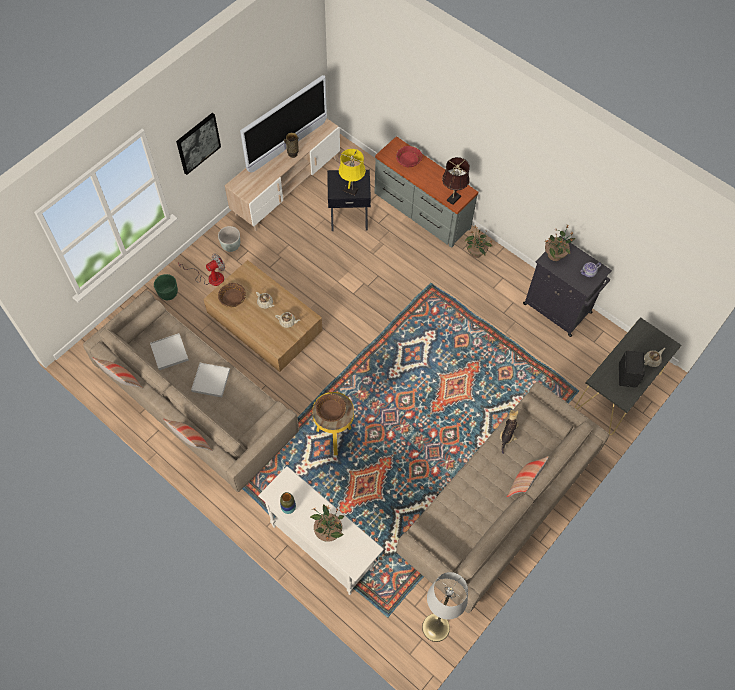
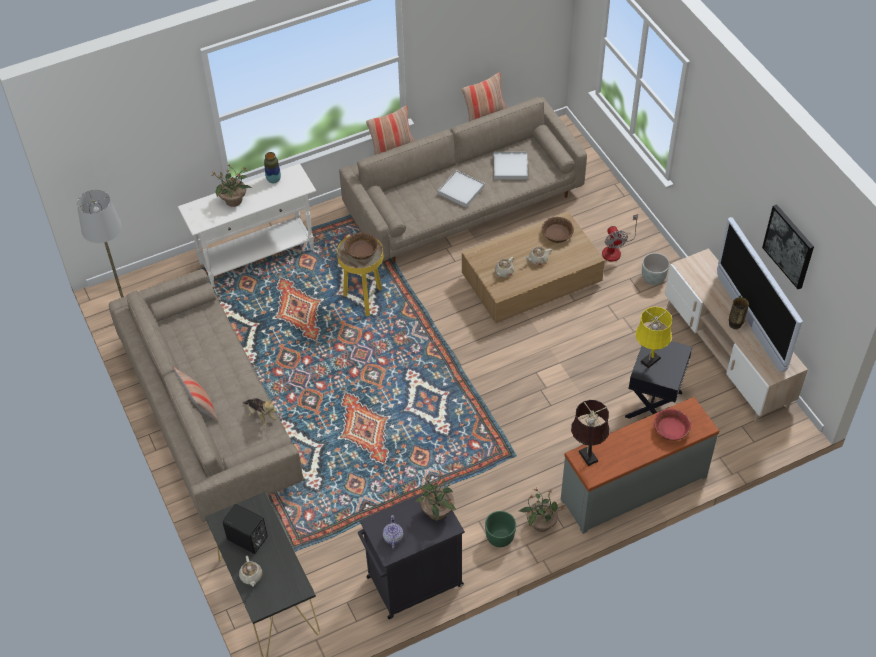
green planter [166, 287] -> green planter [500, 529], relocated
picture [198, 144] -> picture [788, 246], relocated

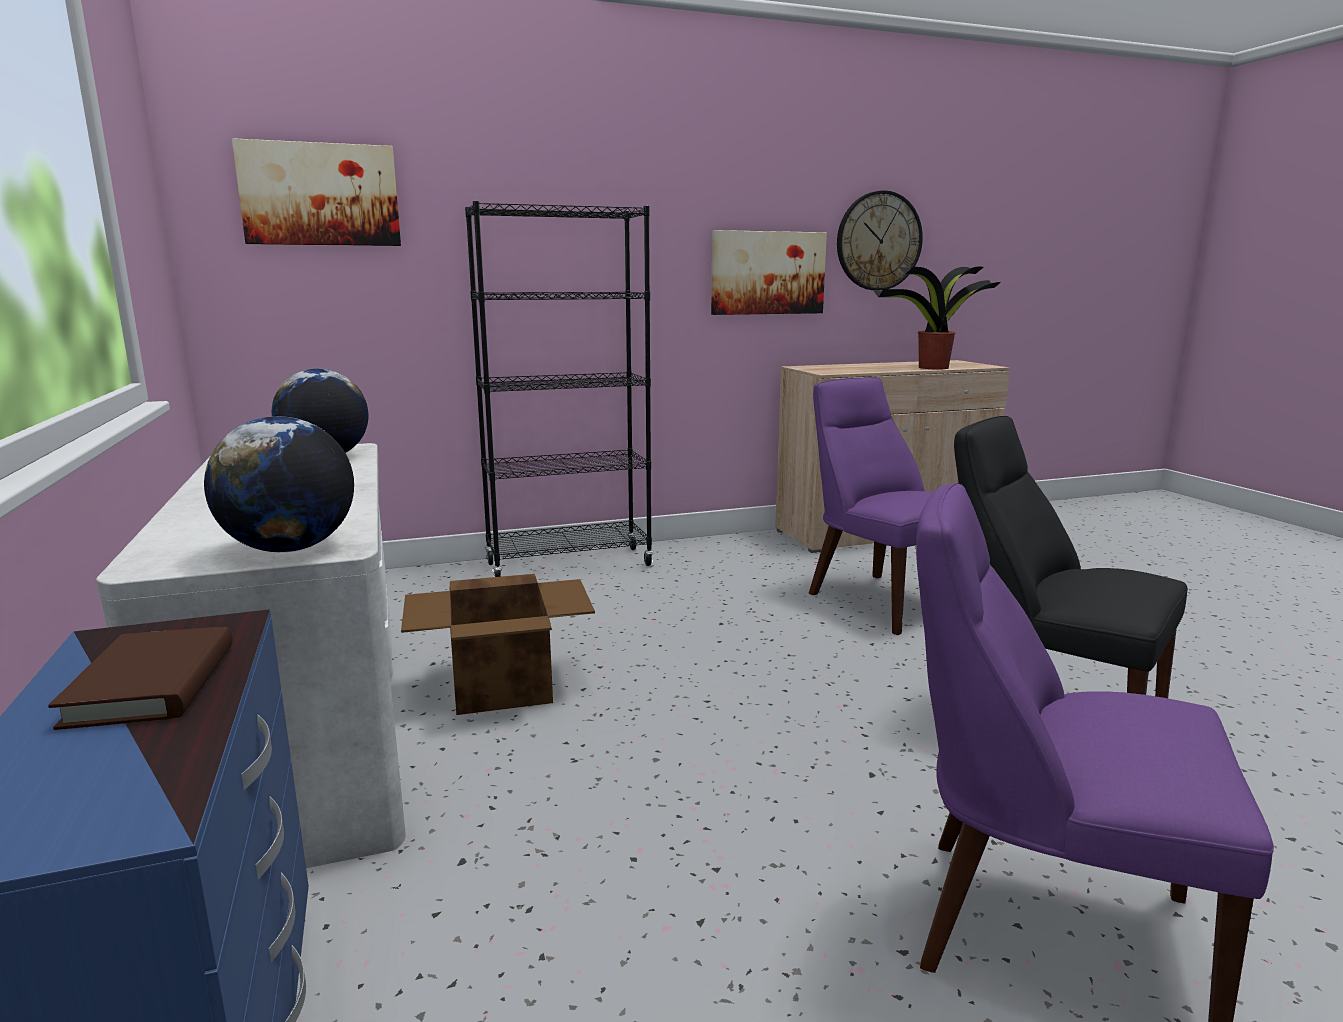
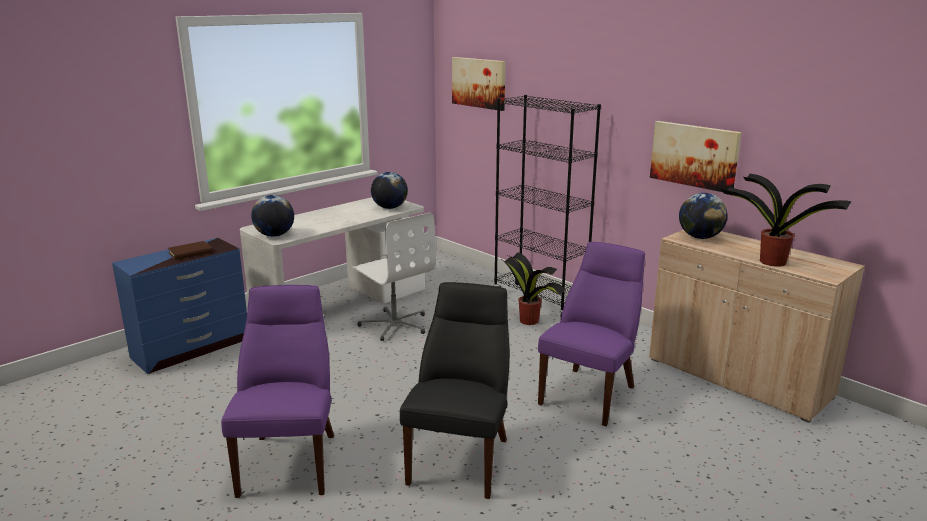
cardboard box [498, 644] -> white office chair [394, 277]
wall clock [880, 240] -> none
none -> potted plant [533, 288]
none -> globe [703, 216]

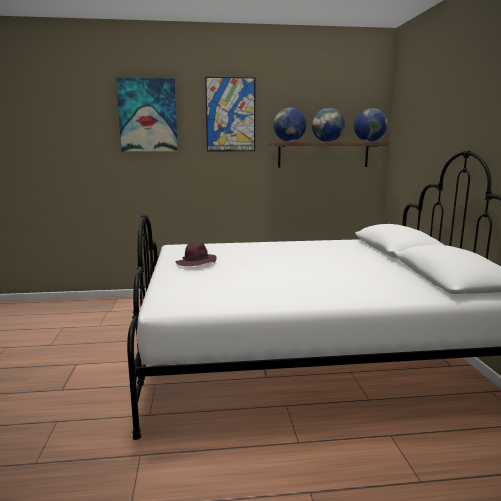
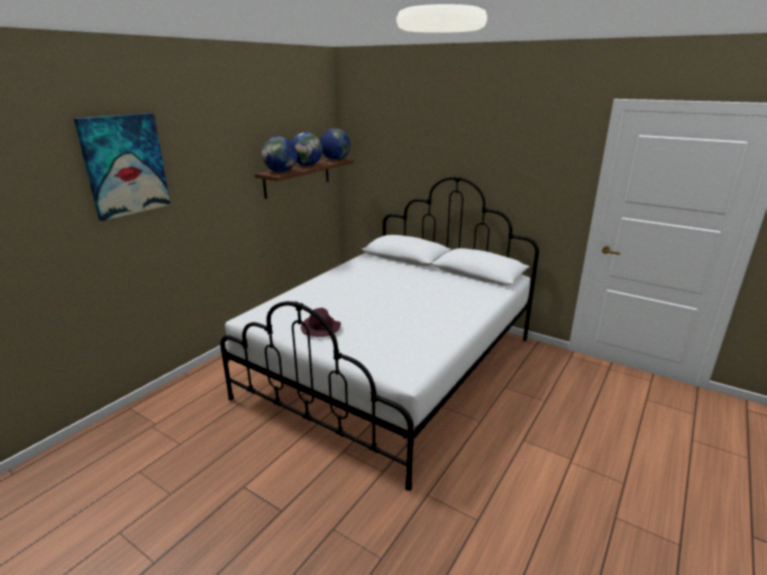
picture [230, 114] -> none

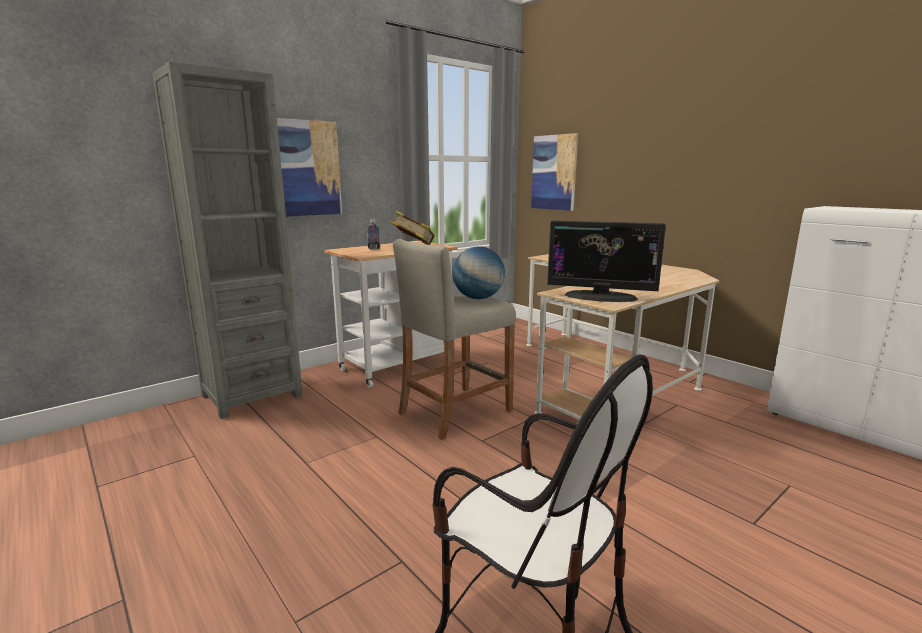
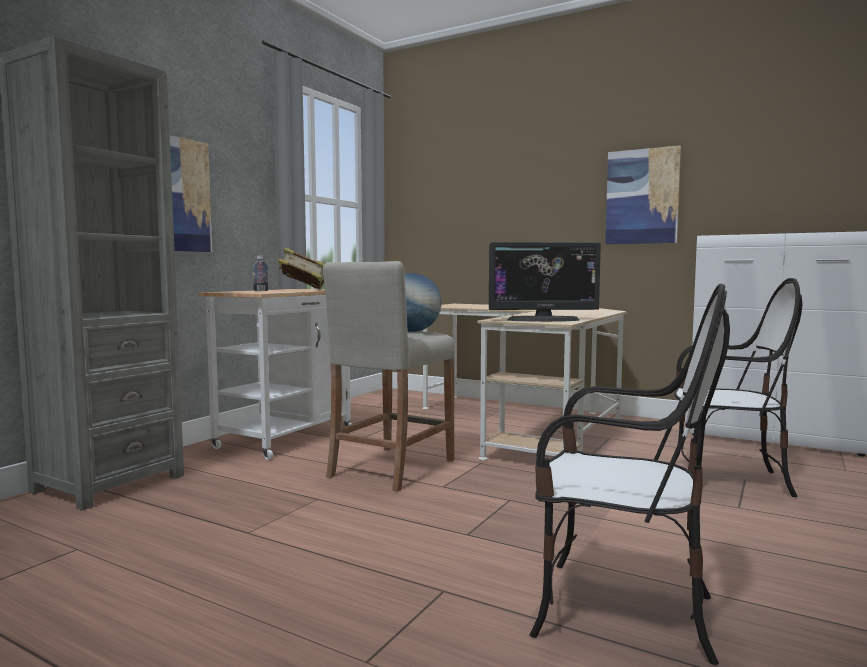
picture [554, 172] -> picture [643, 194], relocated
none -> chair [738, 387]

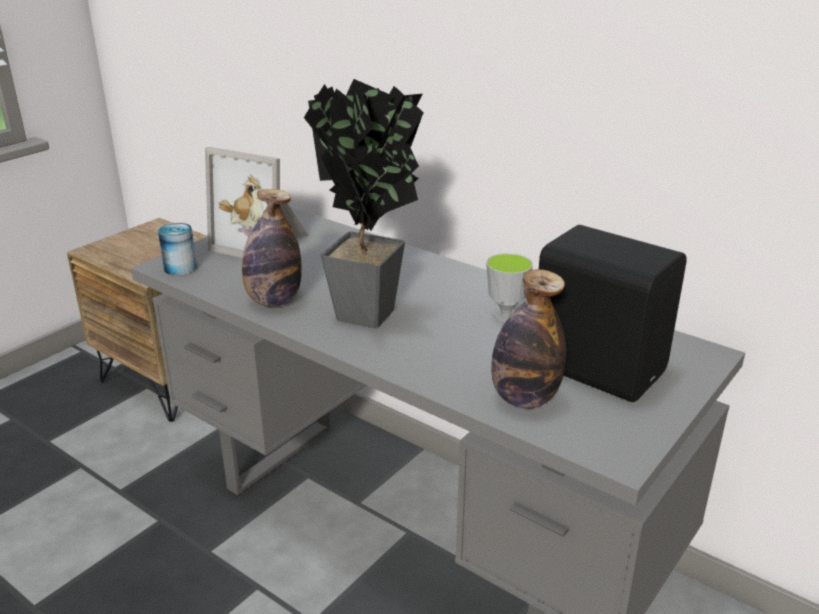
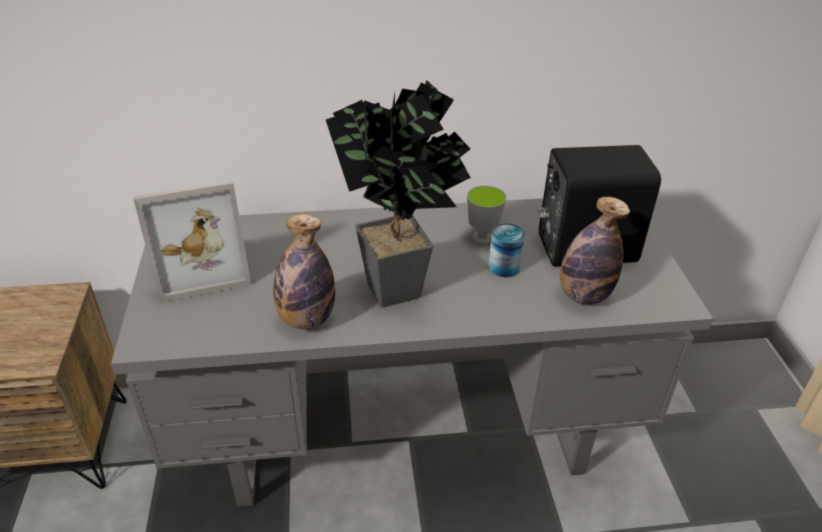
can [177, 249] -> can [506, 250], relocated

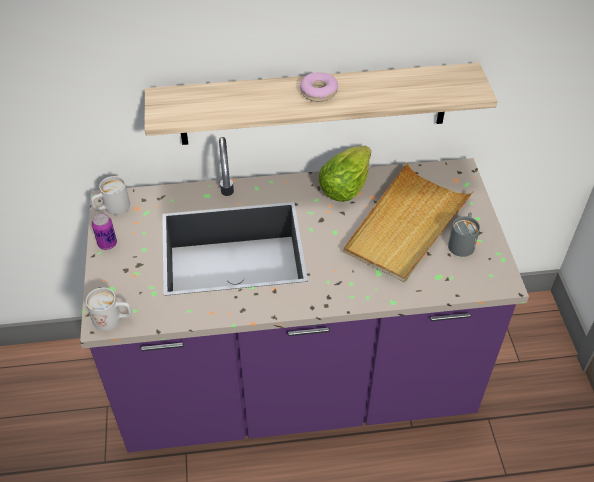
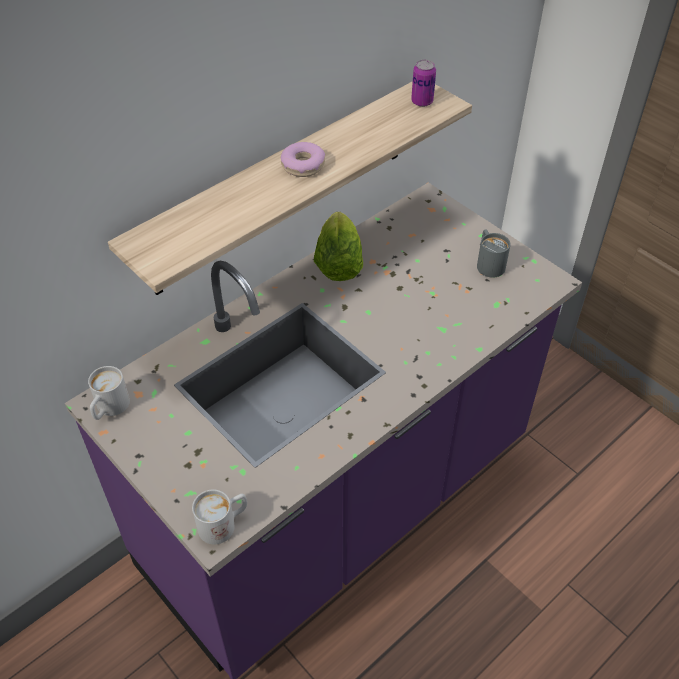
can [104, 231] -> can [423, 83], relocated
beige tray [408, 223] -> none

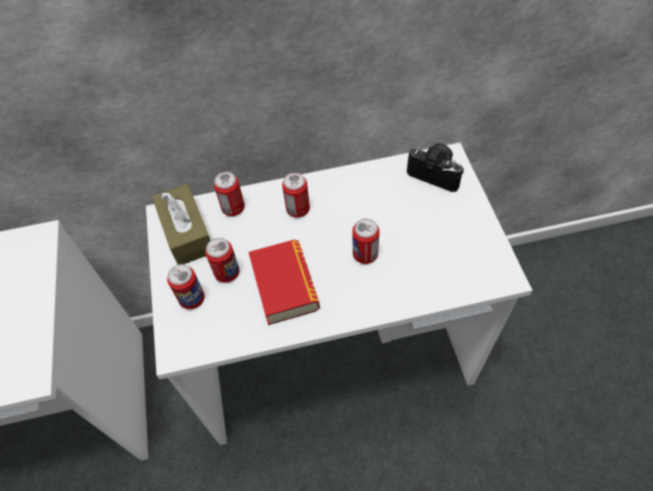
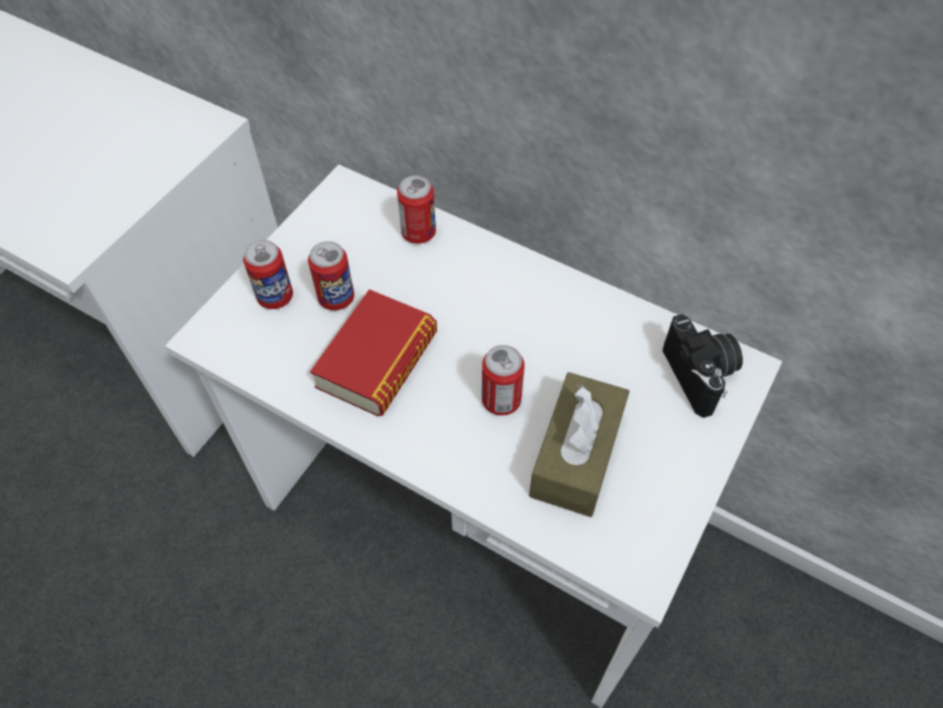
brown tissue box [181, 224] -> brown tissue box [579, 444], relocated
can [296, 195] -> none

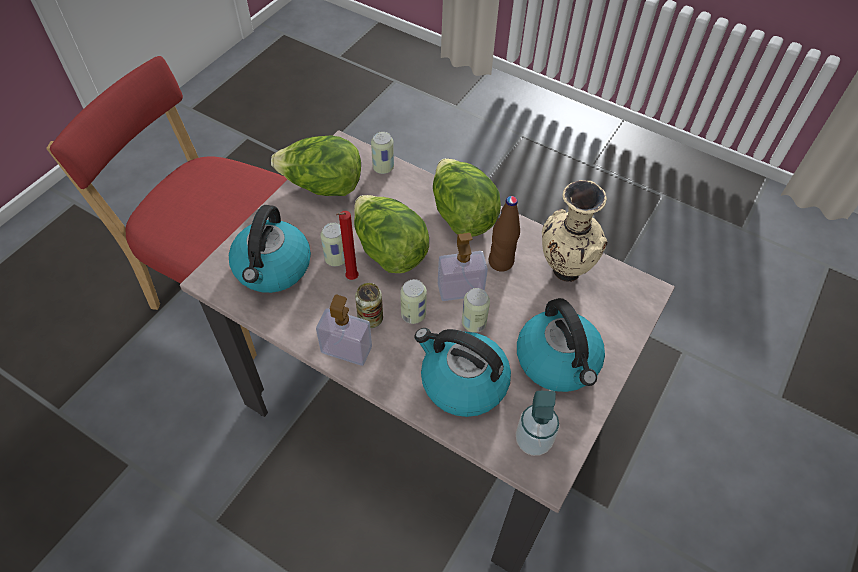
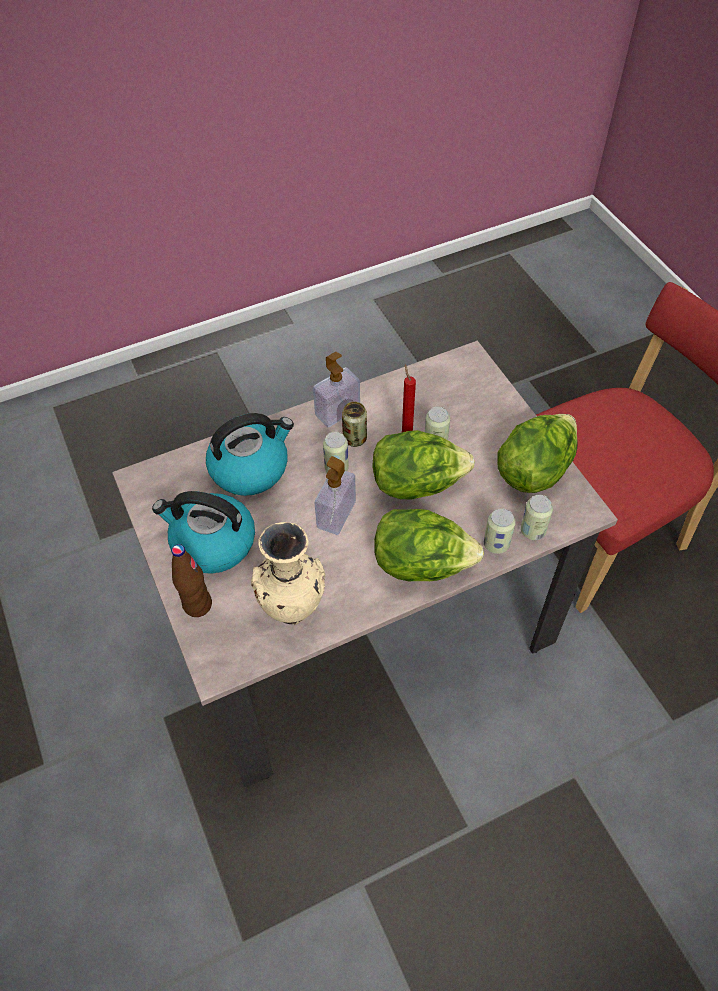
kettle [270, 249] -> none
can [476, 310] -> can [500, 531], relocated
brown bottle [504, 234] -> brown bottle [192, 580], relocated
soap dispenser [537, 423] -> none

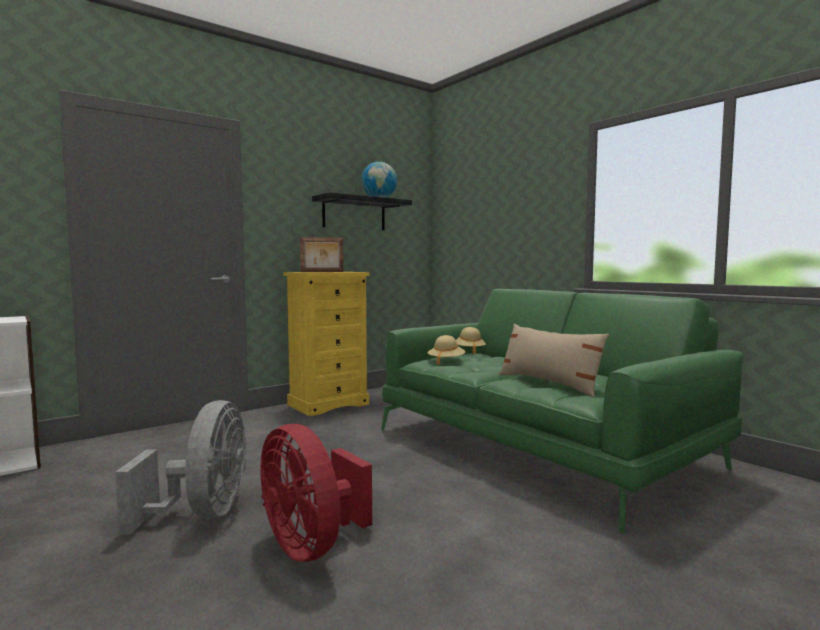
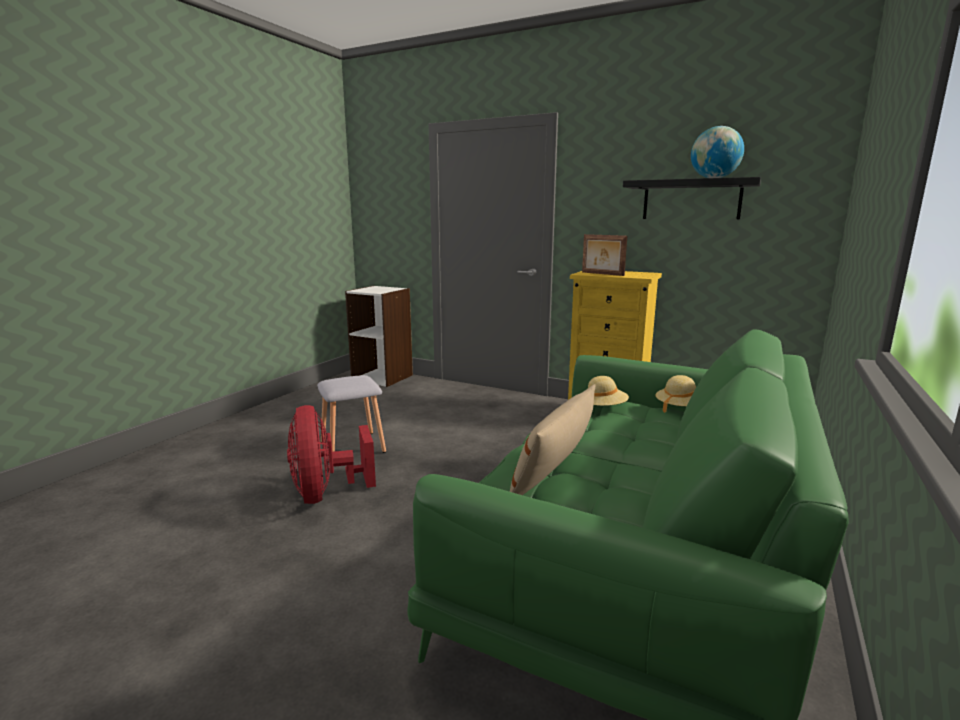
grey fan [180, 467] -> grey stool [351, 414]
red fan [316, 493] -> red fan [331, 454], 45 degrees counterclockwise

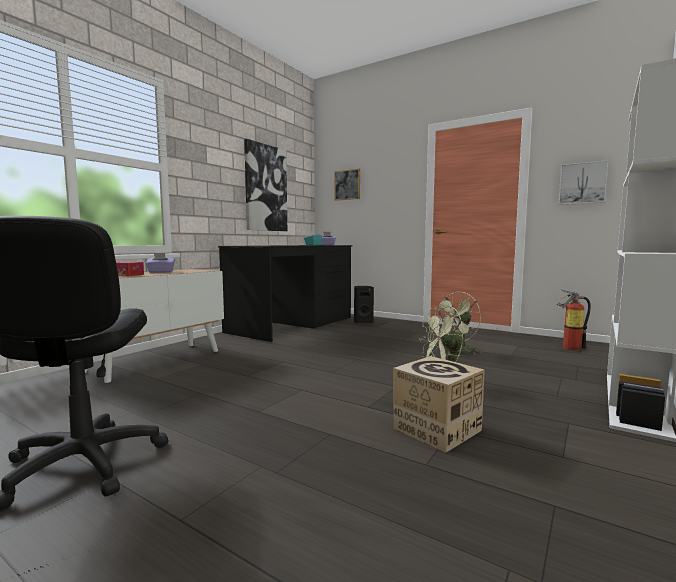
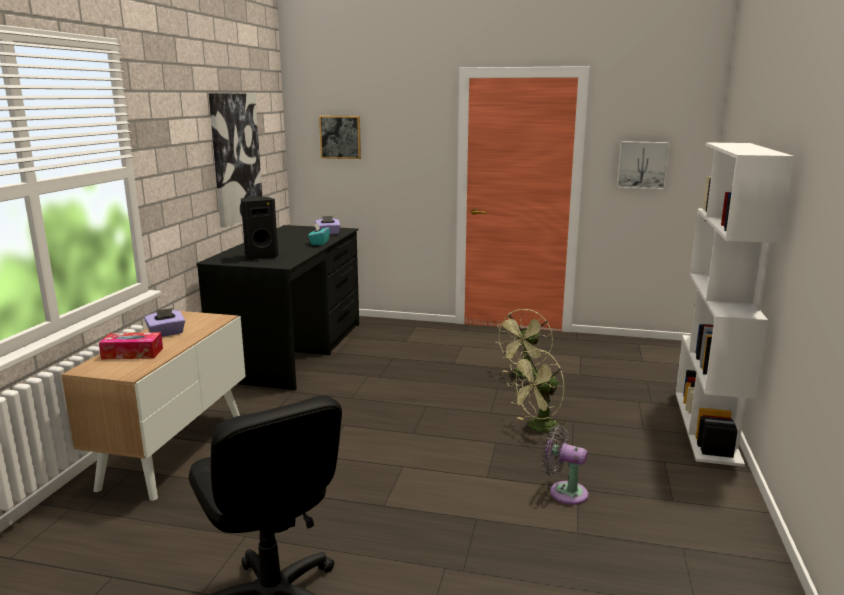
black speaker [364, 304] -> black speaker [259, 228], relocated
cardboard box [439, 404] -> grey fan [565, 465]
fire extinguisher [574, 320] -> none

